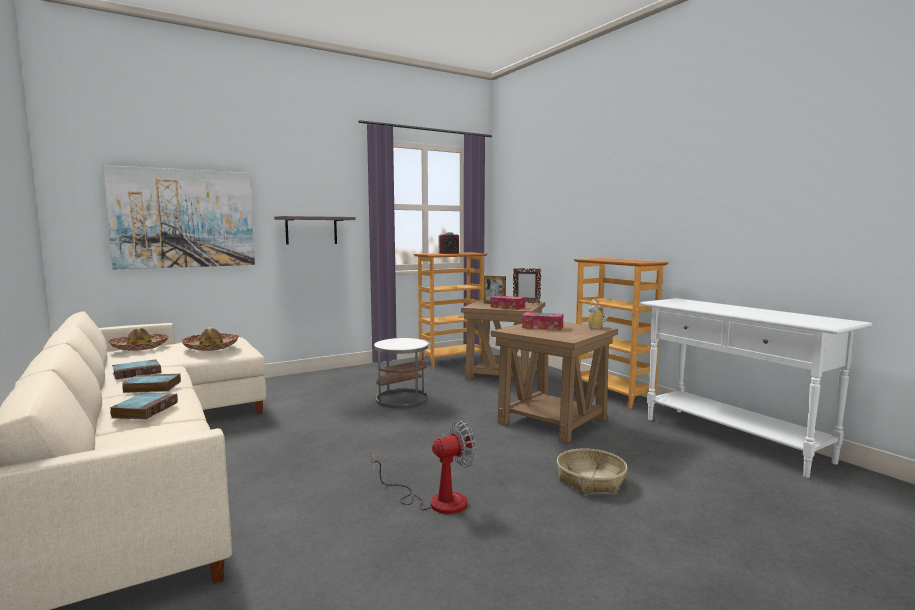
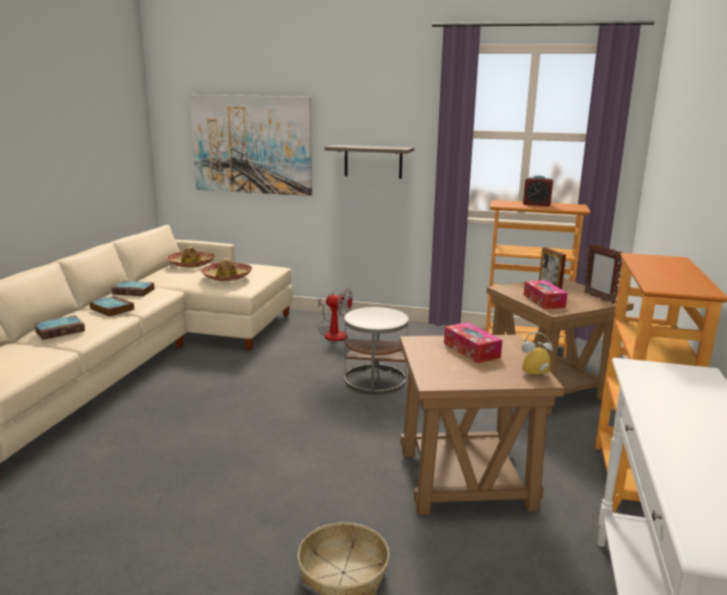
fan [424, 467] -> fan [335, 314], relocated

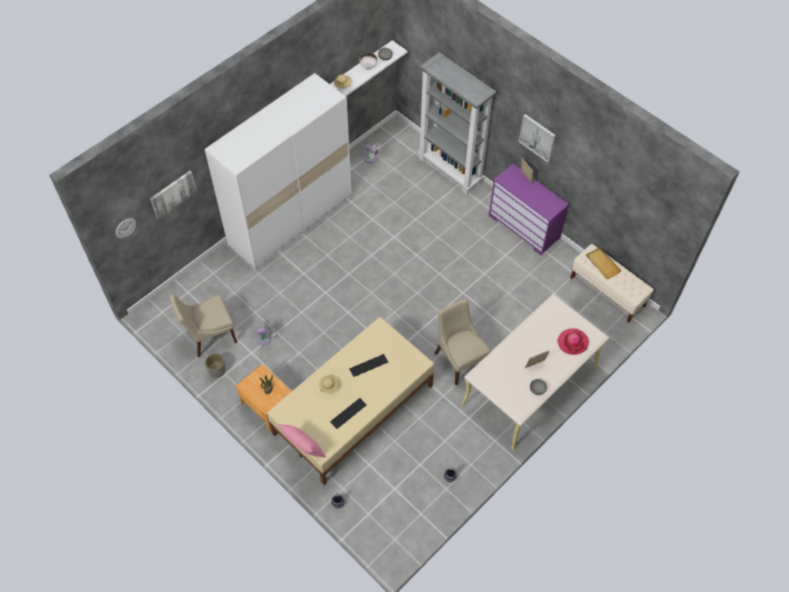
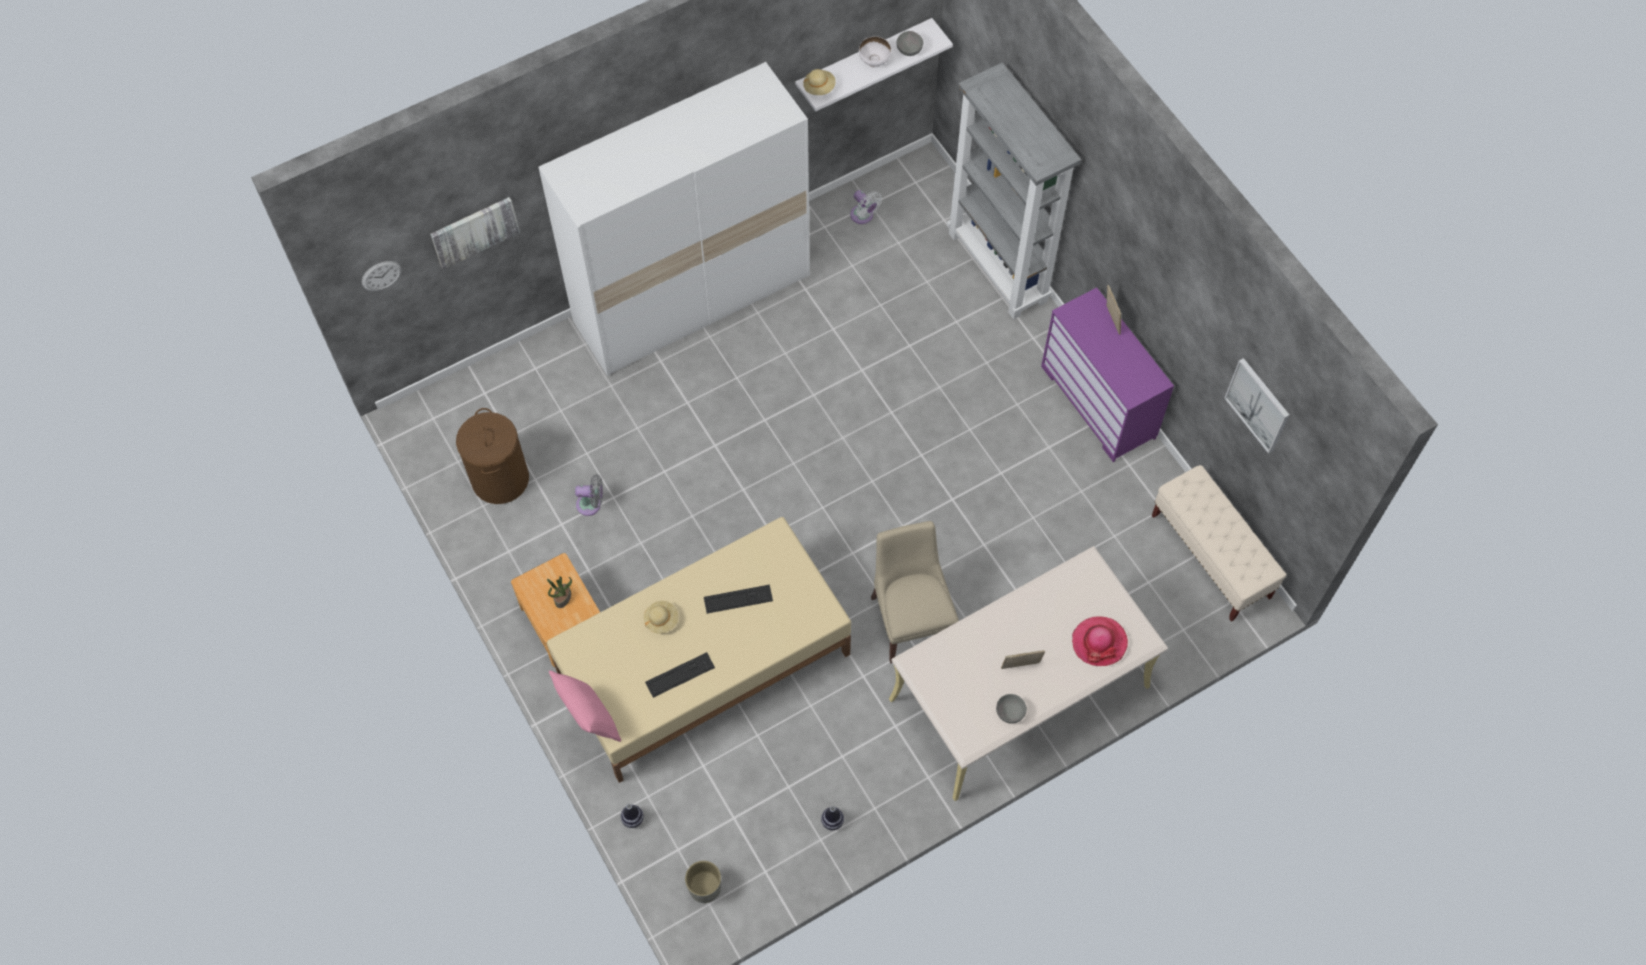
beige chair [203, 325] -> brown laundry basket [492, 456]
grey planter [215, 365] -> grey planter [703, 882], relocated
picture [537, 138] -> picture [1256, 406], relocated
beige tray [604, 263] -> none

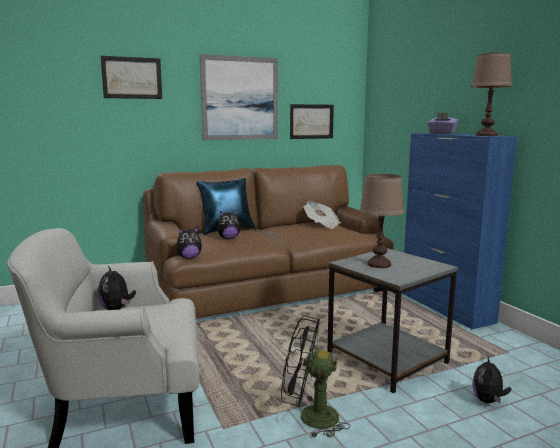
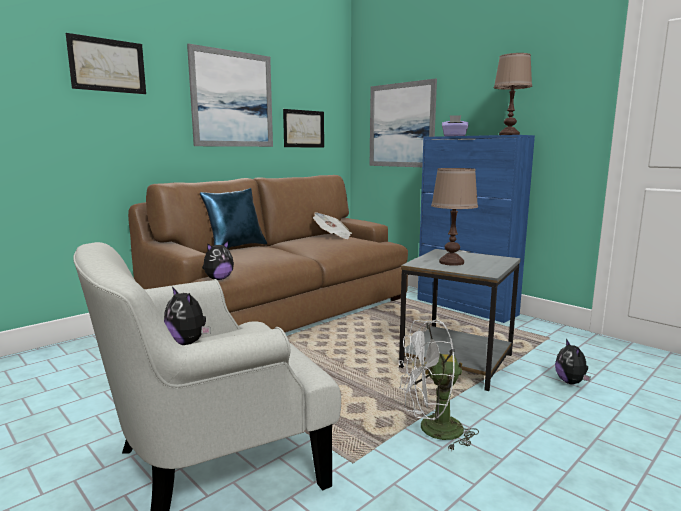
plush toy [228, 224] -> none
black fan [316, 377] -> white fan [439, 385]
none -> picture [403, 122]

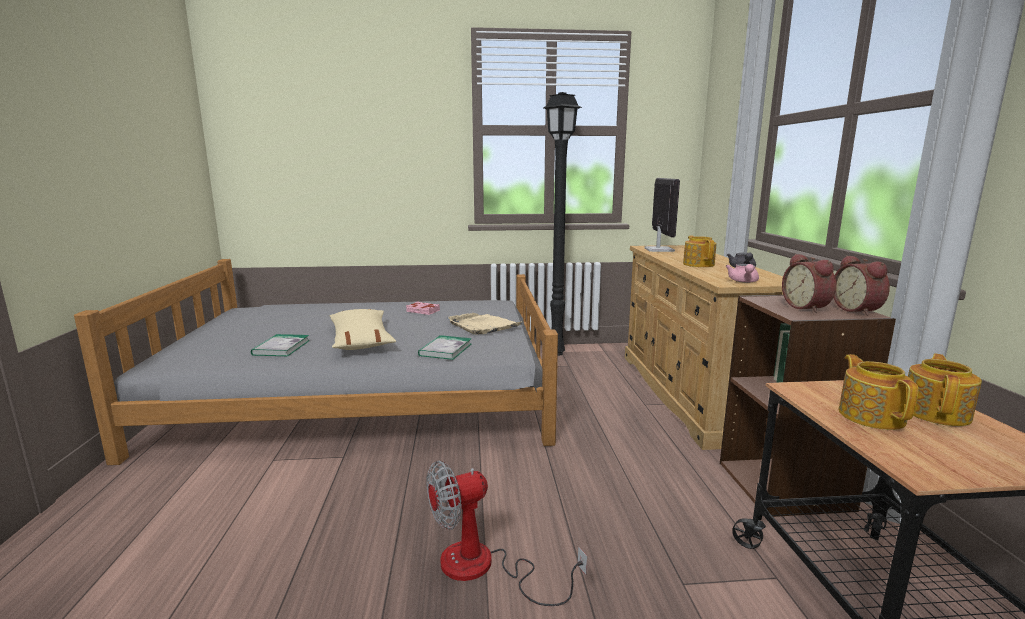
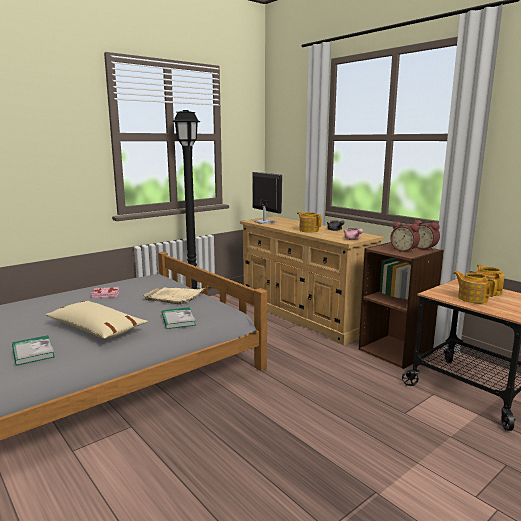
fan [506, 533] -> none

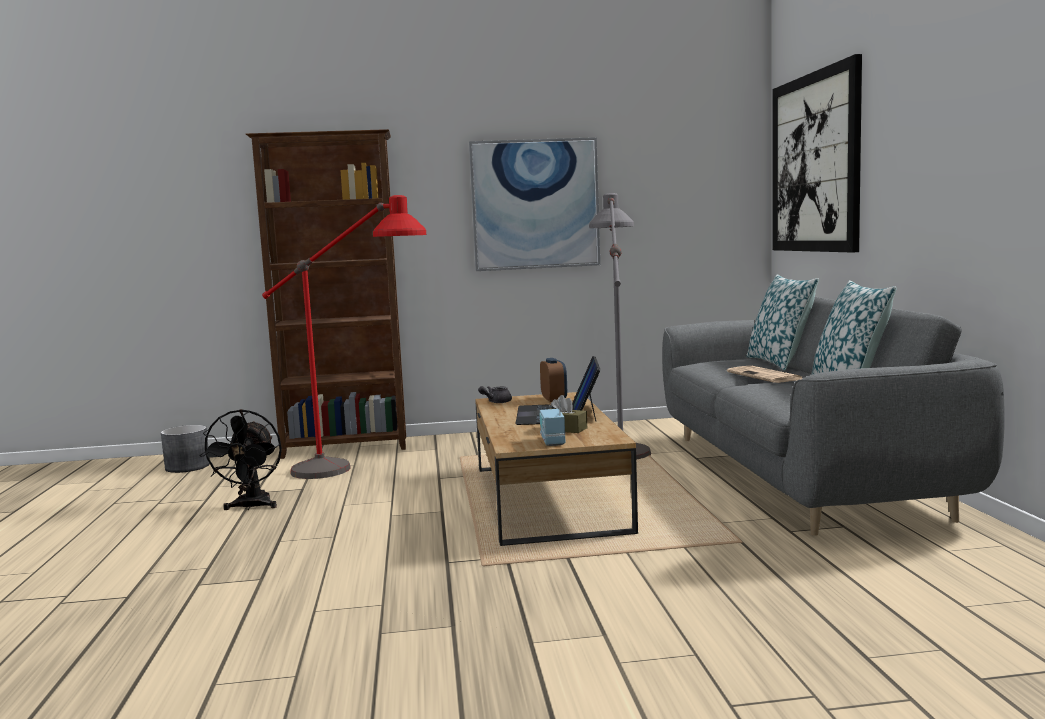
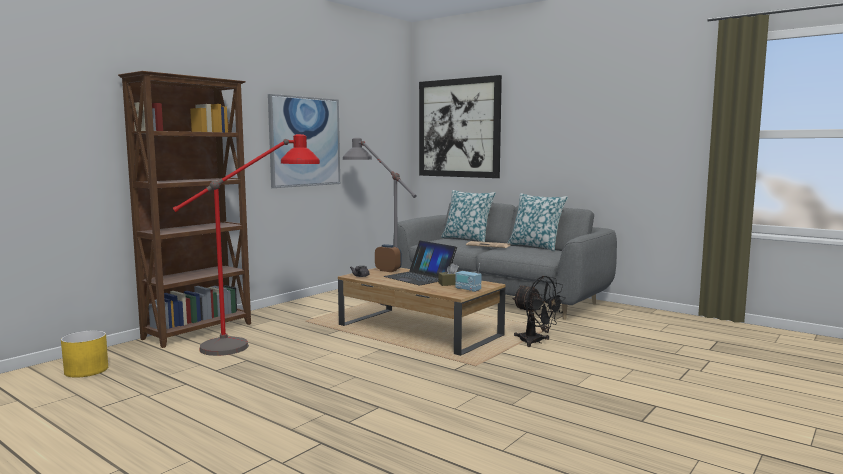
grey planter [185, 449] -> yellow planter [84, 354]
black fan [240, 459] -> black fan [538, 311], relocated

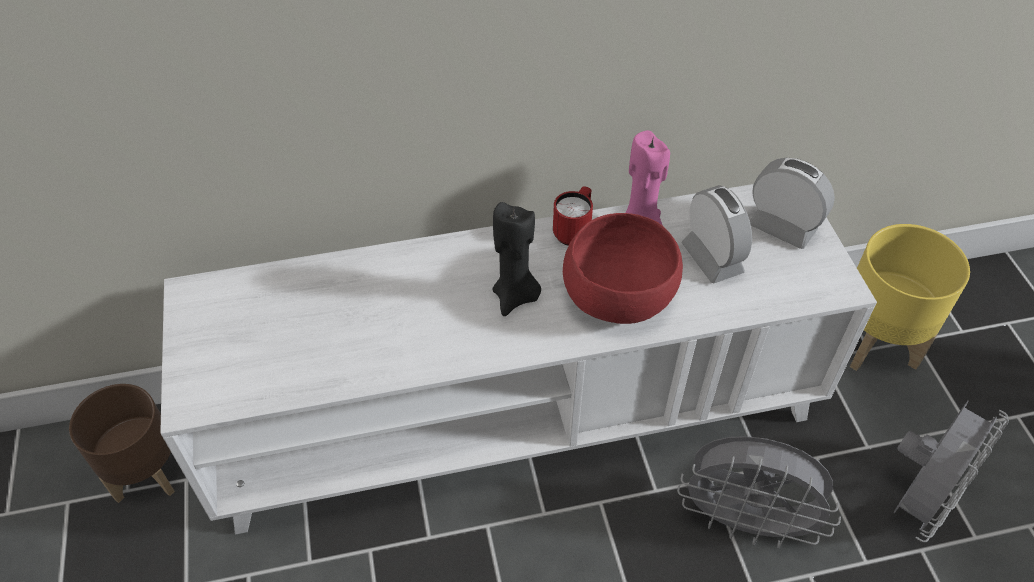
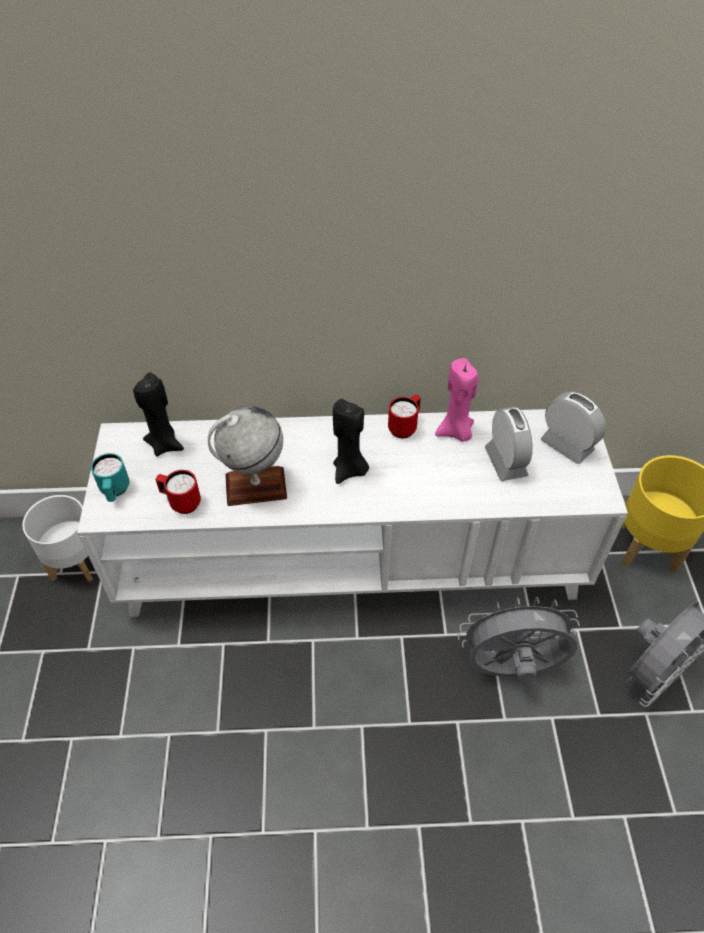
brown planter [122, 443] -> white planter [57, 538]
red bowl [623, 268] -> none
grey fan [759, 492] -> grey fan [519, 638], 150 degrees clockwise
none -> turquoise mug [110, 477]
none -> black candle [158, 414]
none -> red mug [178, 492]
none -> globe [247, 456]

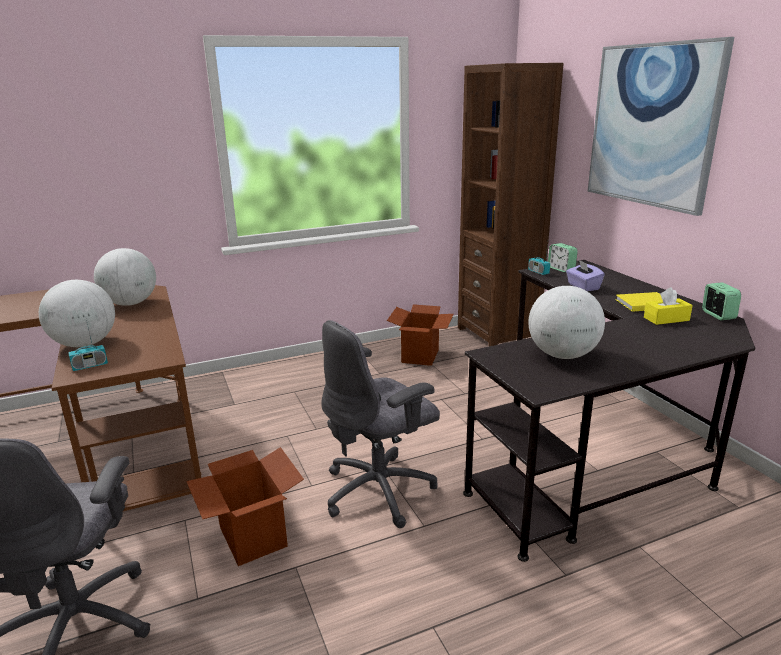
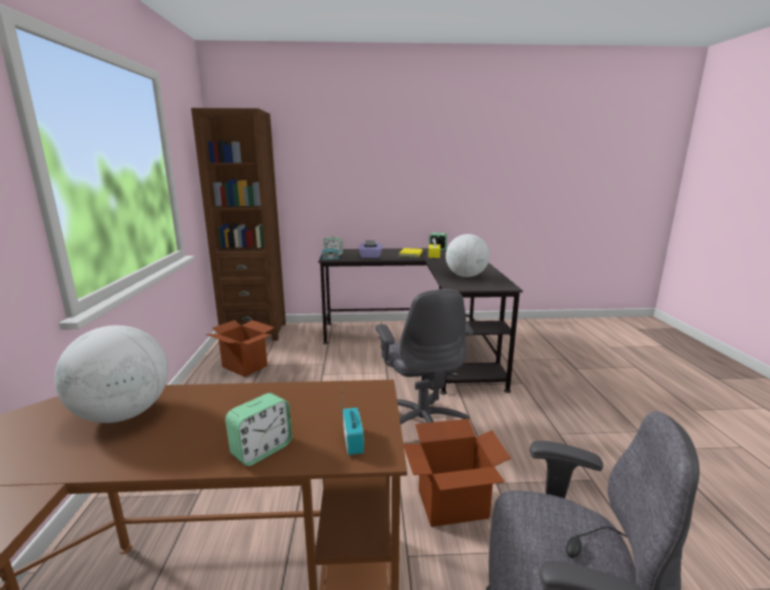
globe [77, 313] -> alarm clock [258, 429]
picture [661, 126] -> none

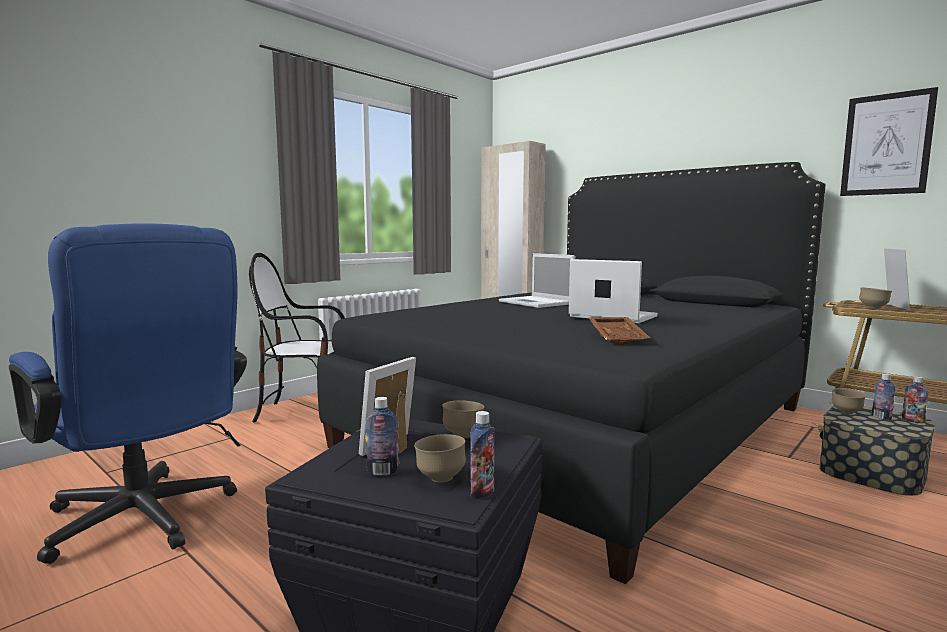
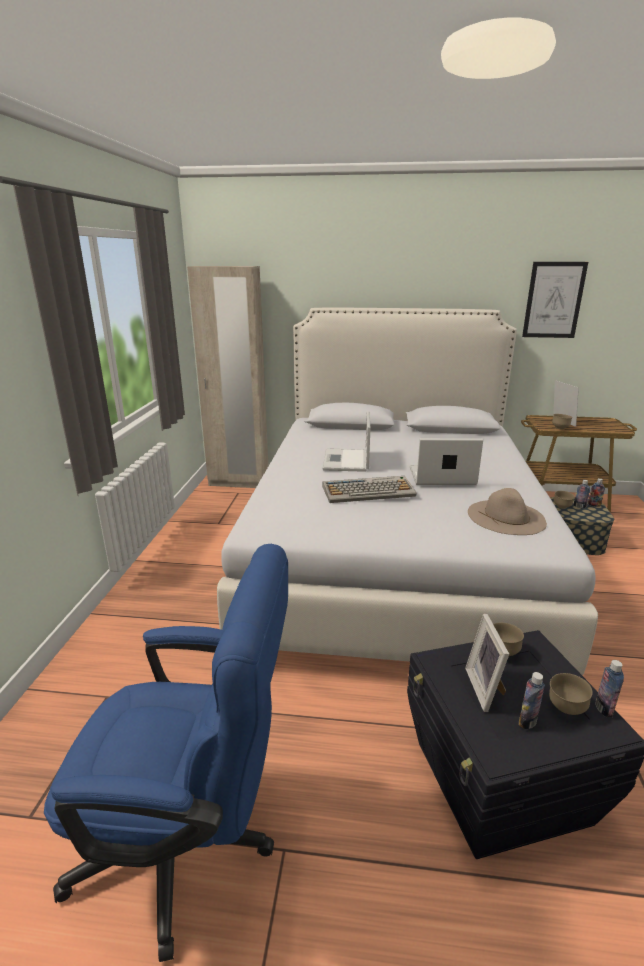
chair [297, 337] -> none
black bed [571, 373] -> white bed [407, 491]
laptop [537, 280] -> laptop [346, 441], 75 degrees clockwise
brown tray [620, 331] -> beige hat [507, 511]
none -> keyboard [369, 489]

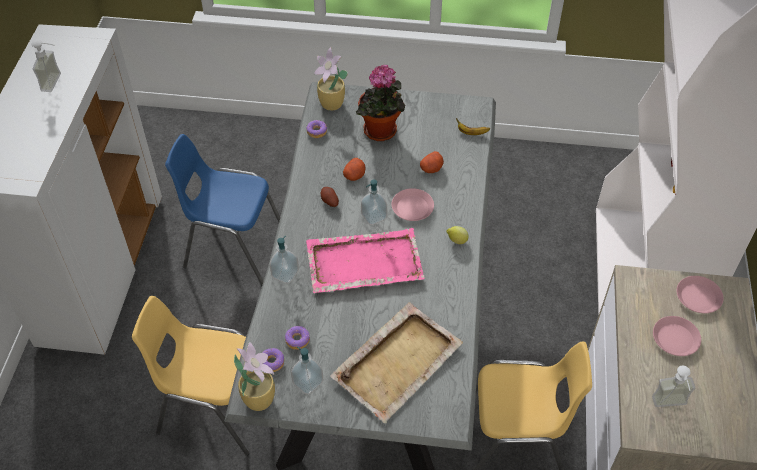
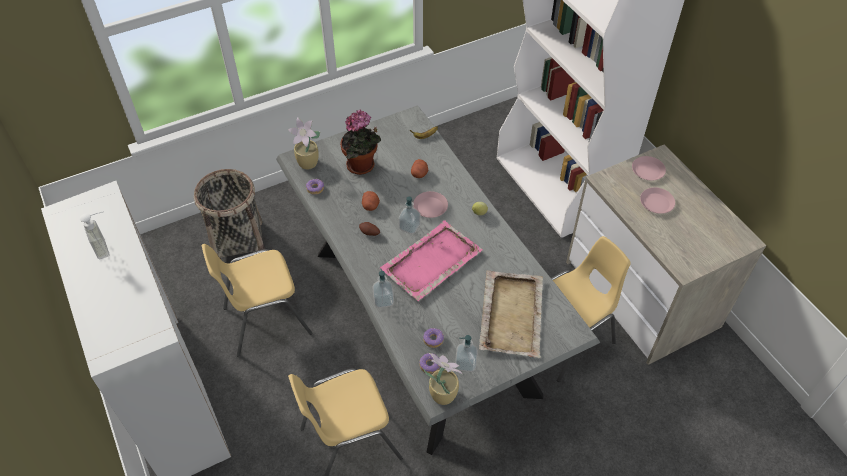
blue chair [222, 209] -> yellow chair [257, 300]
soap dispenser [673, 386] -> none
none -> basket [229, 214]

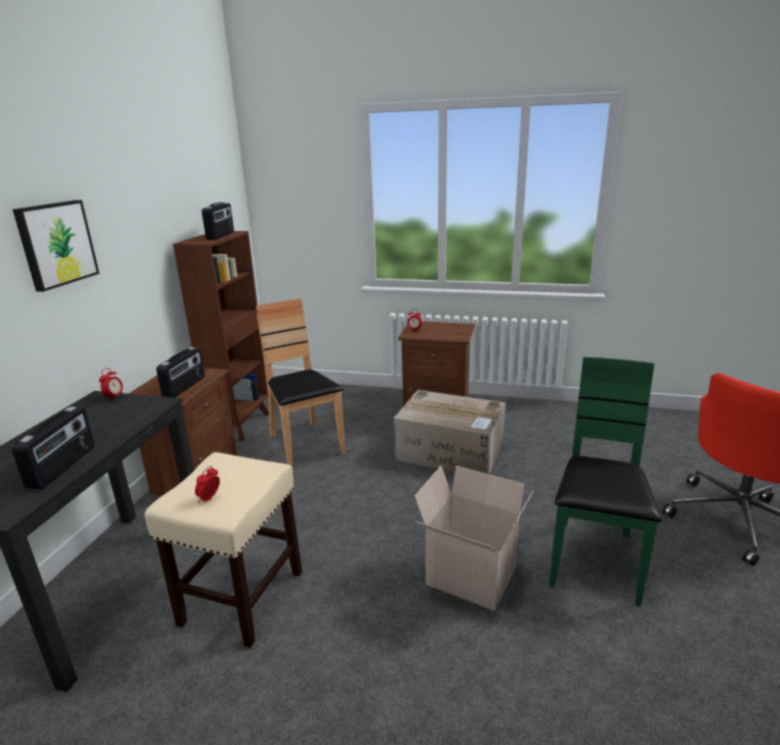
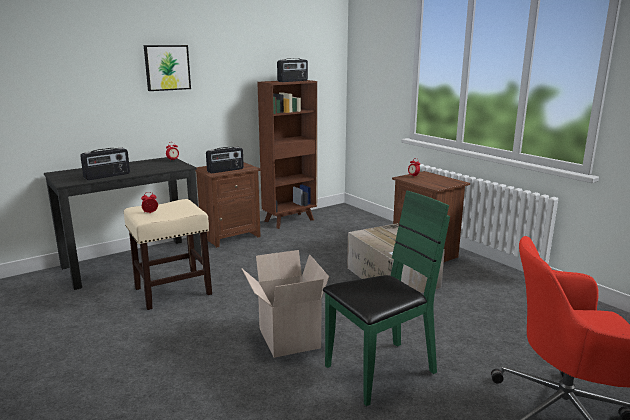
brown chair [300, 384] -> none

